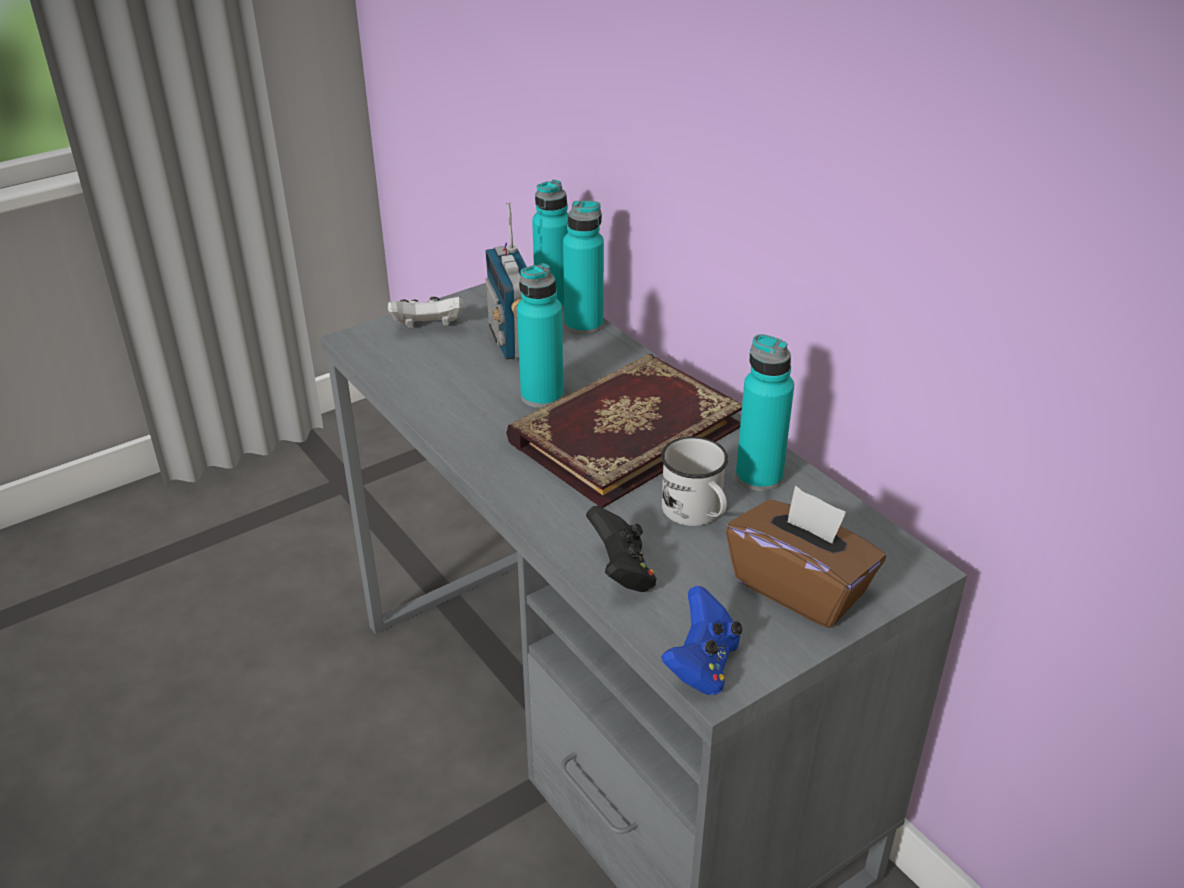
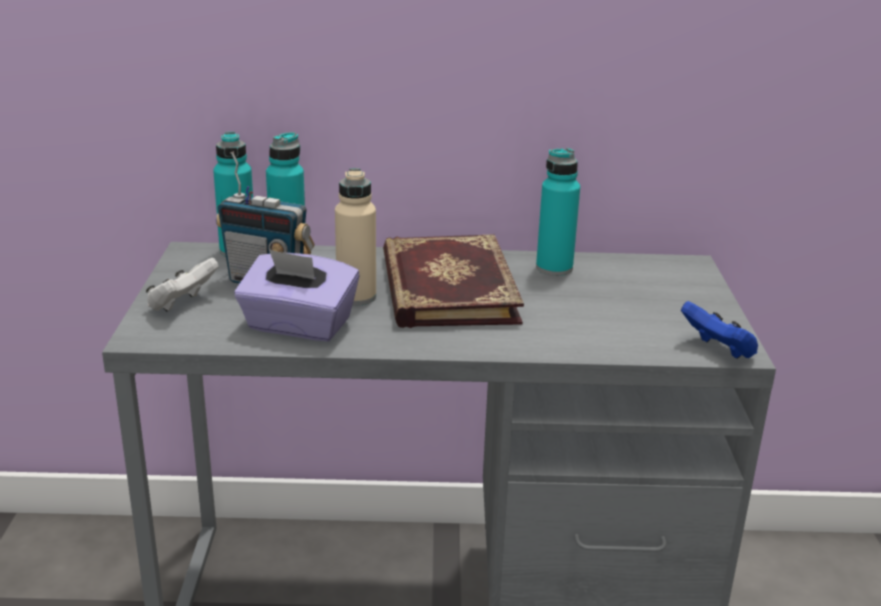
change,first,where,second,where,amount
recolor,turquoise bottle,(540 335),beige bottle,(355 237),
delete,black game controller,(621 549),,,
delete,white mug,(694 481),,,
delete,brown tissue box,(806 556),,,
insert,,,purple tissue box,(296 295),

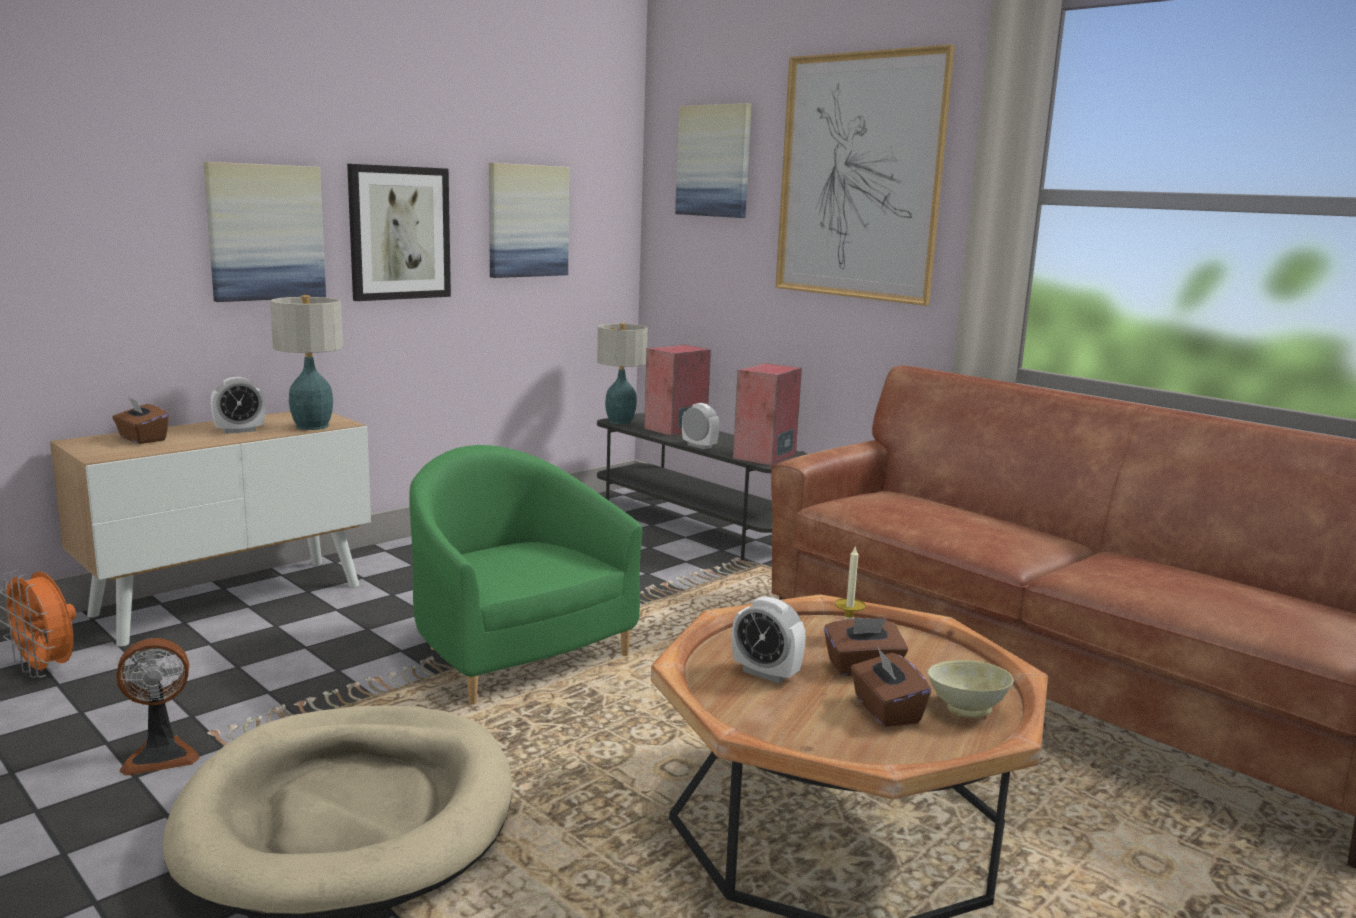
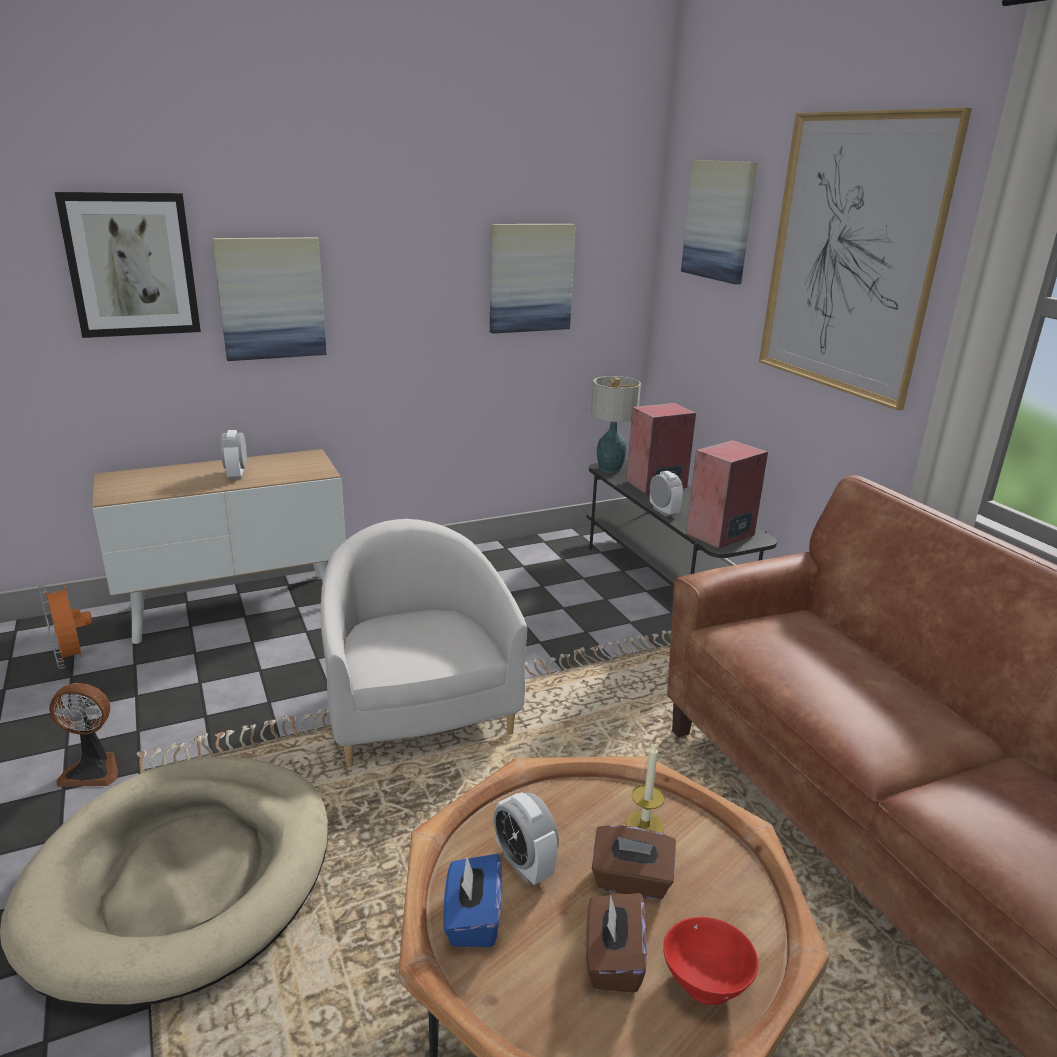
change,first,where,second,where,amount
delete,brown tissue box,(140 421),,,
rotate,alarm clock,(237 405),,(234 455),90 degrees clockwise
delete,table lamp,(306 362),,,
move,picture,(399 232),,(128 265),
recolor,green armchair,(525 574),white armchair,(424 643),
recolor,beige bowl,(971 689),red bowl,(711 961),
insert,,,blue tissue box,(472 900),

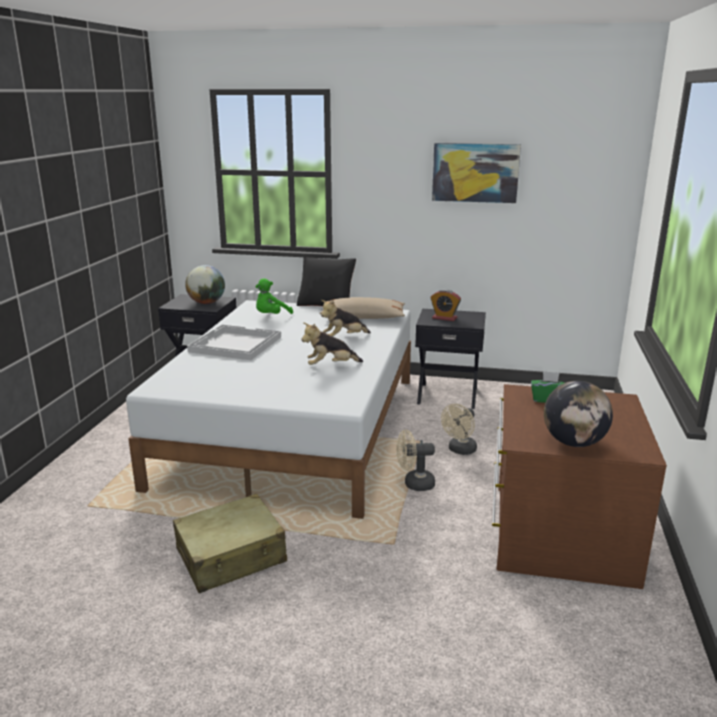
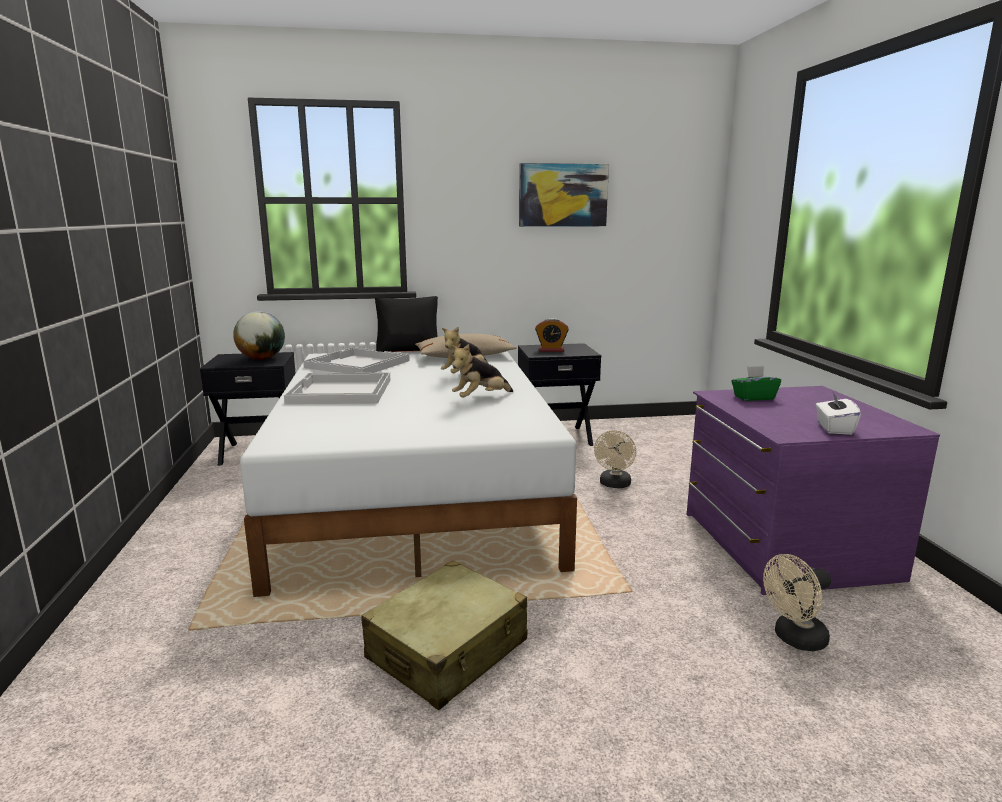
change,first,where,second,where,amount
replace,green plush toy,(274 296),white tray,(356 360),
move,beige fan,(415 460),,(797 602),
recolor,brown dresser,(579 486),purple dresser,(813 490),
replace,globe,(578 414),white tissue box,(838 413),

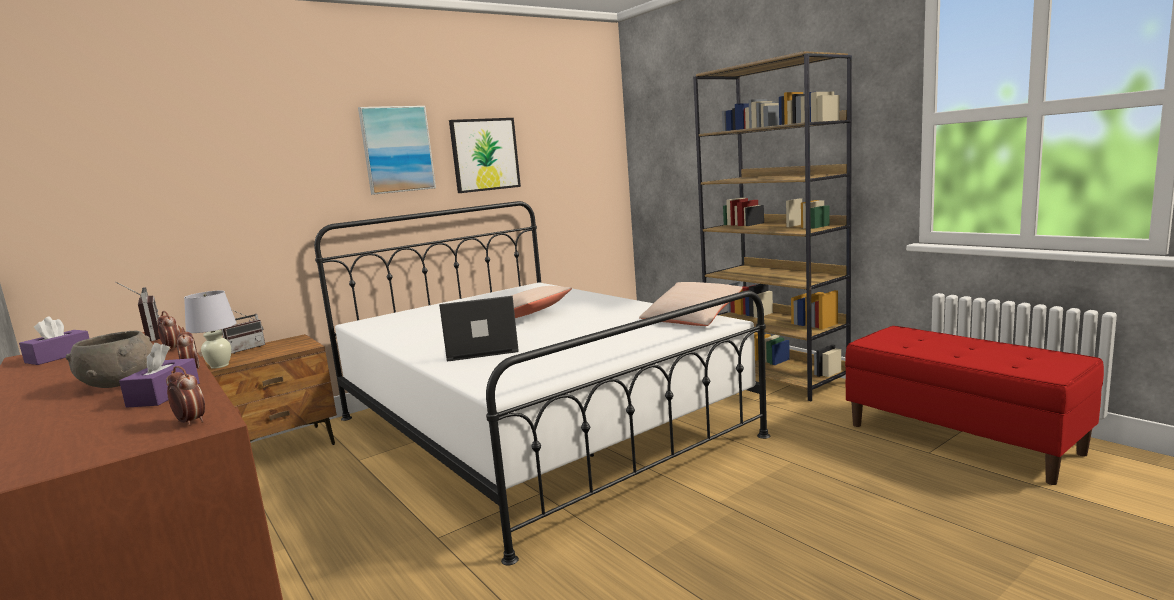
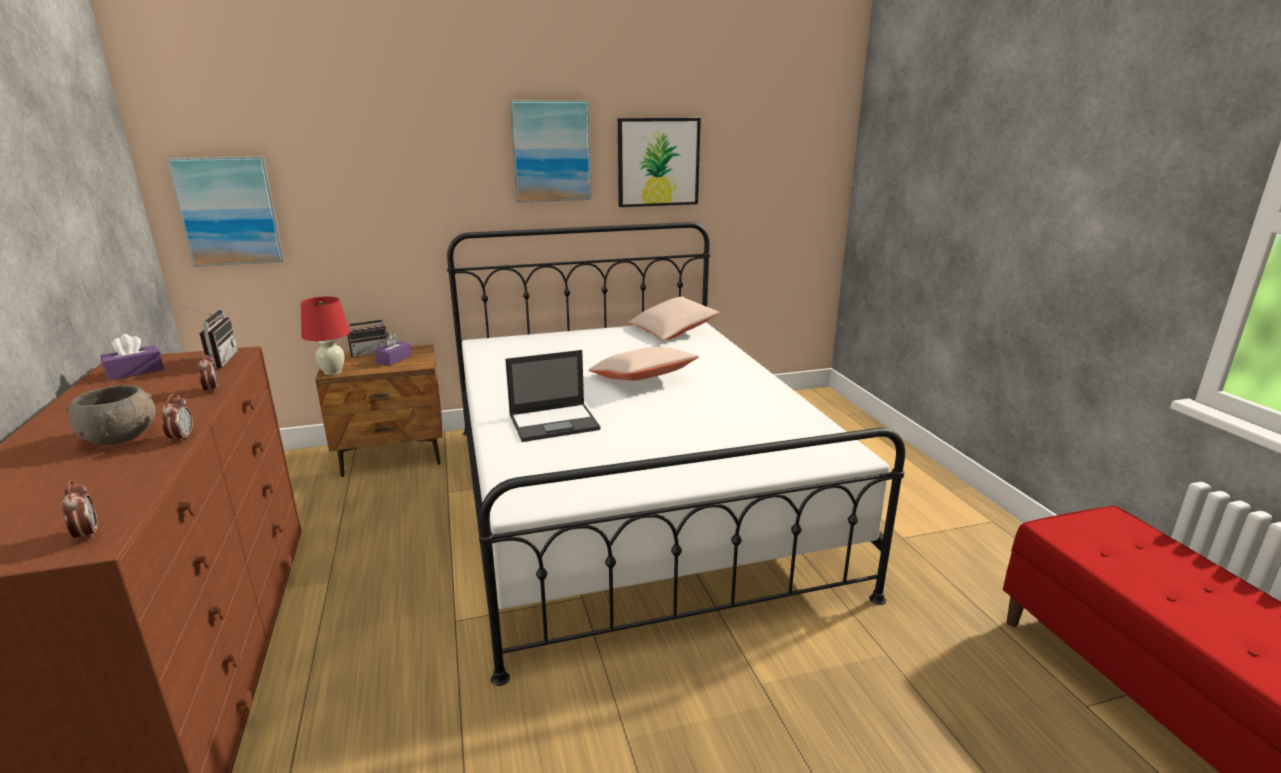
change,first,where,second,where,amount
move,purple tissue box,(159 375),,(393 350),
recolor,white table lamp,(210 330),red table lamp,(325 335),
rotate,laptop,(479 329),,(553 396),150 degrees clockwise
move,beige pillow,(691 304),,(674 318),
delete,brown bookcase,(772 226),,,
insert,,,picture,(225 211),

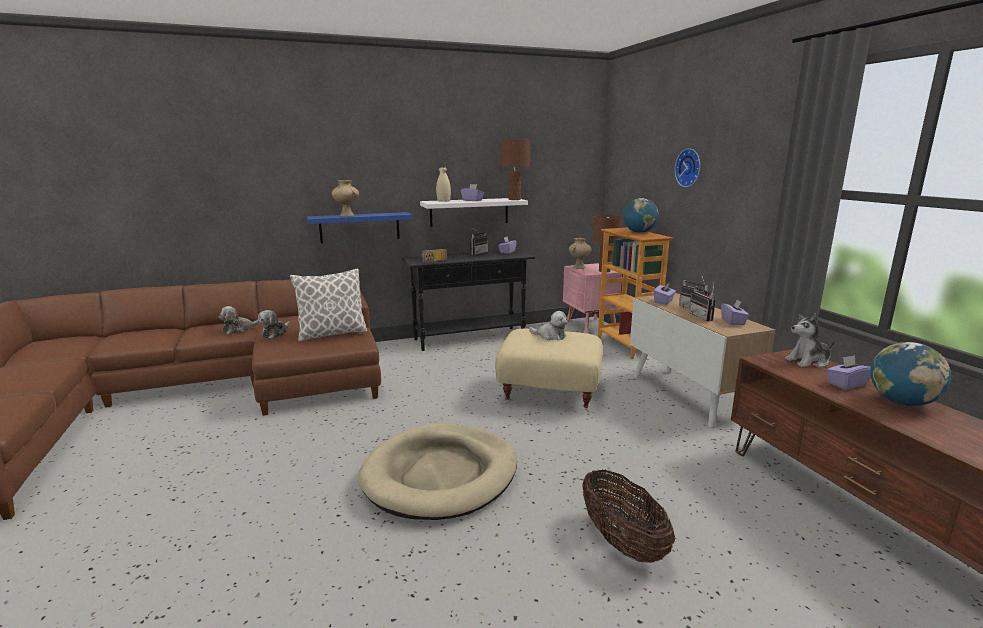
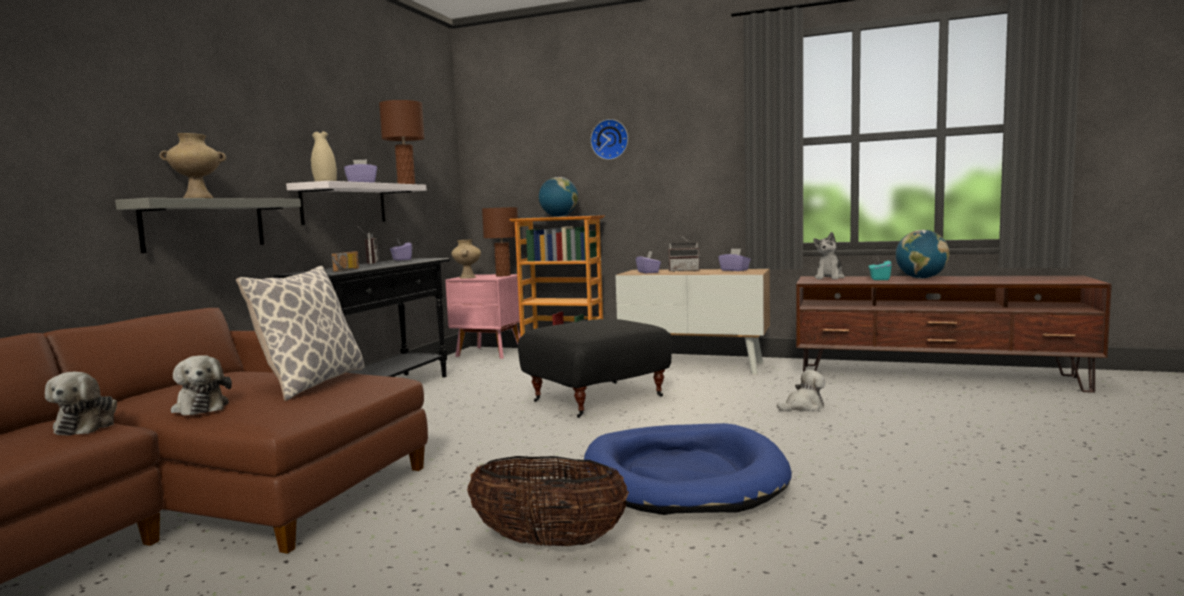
change,first,where,second,where,amount
recolor,blue shelf,(359 227),grey shelf,(208 225),
recolor,beige dog bed,(437 471),blue dog bed,(688 469),
recolor,beige ottoman,(549 370),black ottoman,(595 368),
move,plush toy,(548 325),,(801 390),
move,basket,(628 516),,(548 501),
delete,radio,(702 301),,,
recolor,purple tissue box,(849 372),turquoise tissue box,(880 267),

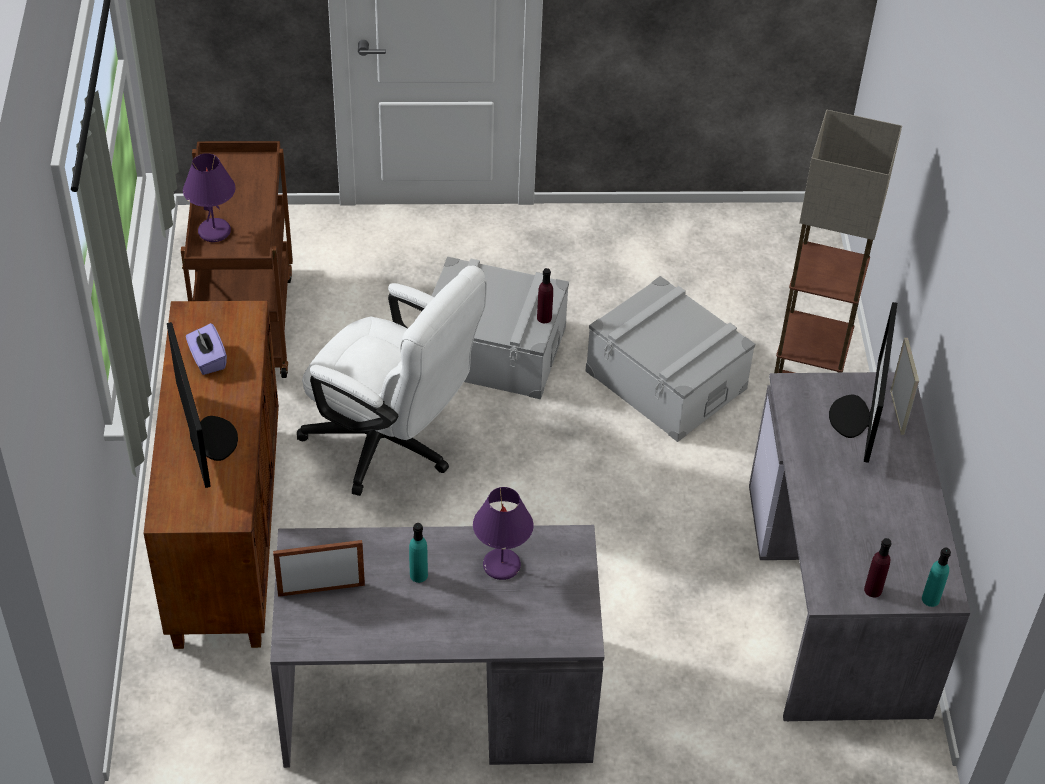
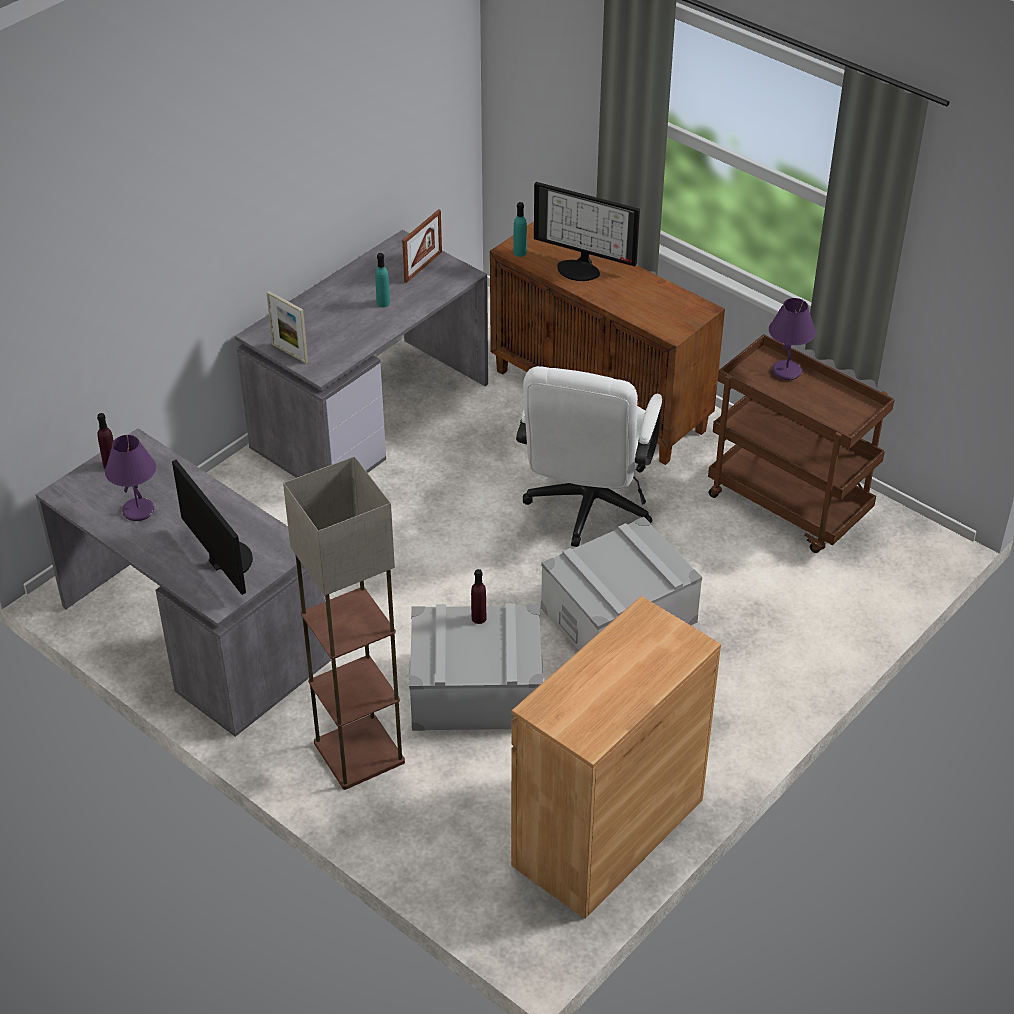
change,first,where,second,where,amount
delete,purple tissue box,(206 349),,,
rotate,white office chair,(392 381),,(589 456),60 degrees counterclockwise
move,purple table lamp,(503 533),,(130 478),
move,purple bottle,(545 295),,(479 596),
move,picture frame,(904 386),,(287 327),
move,turquoise bottle,(936 577),,(520 229),
insert,,,brown cabinet,(616 757),

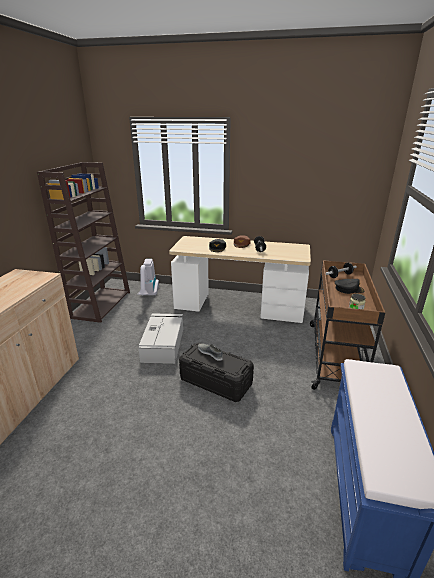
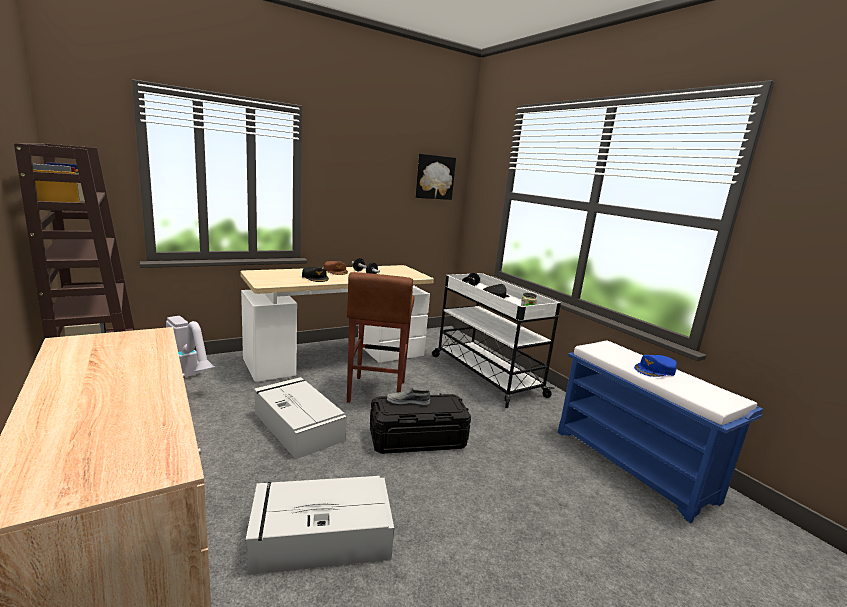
change,first,where,second,where,amount
recolor,brown cart,(347 325),white cart,(496 340),
insert,,,grey storage box,(320 525),
insert,,,brown stool,(380 337),
insert,,,picture,(436 177),
insert,,,blue cap,(655 366),

